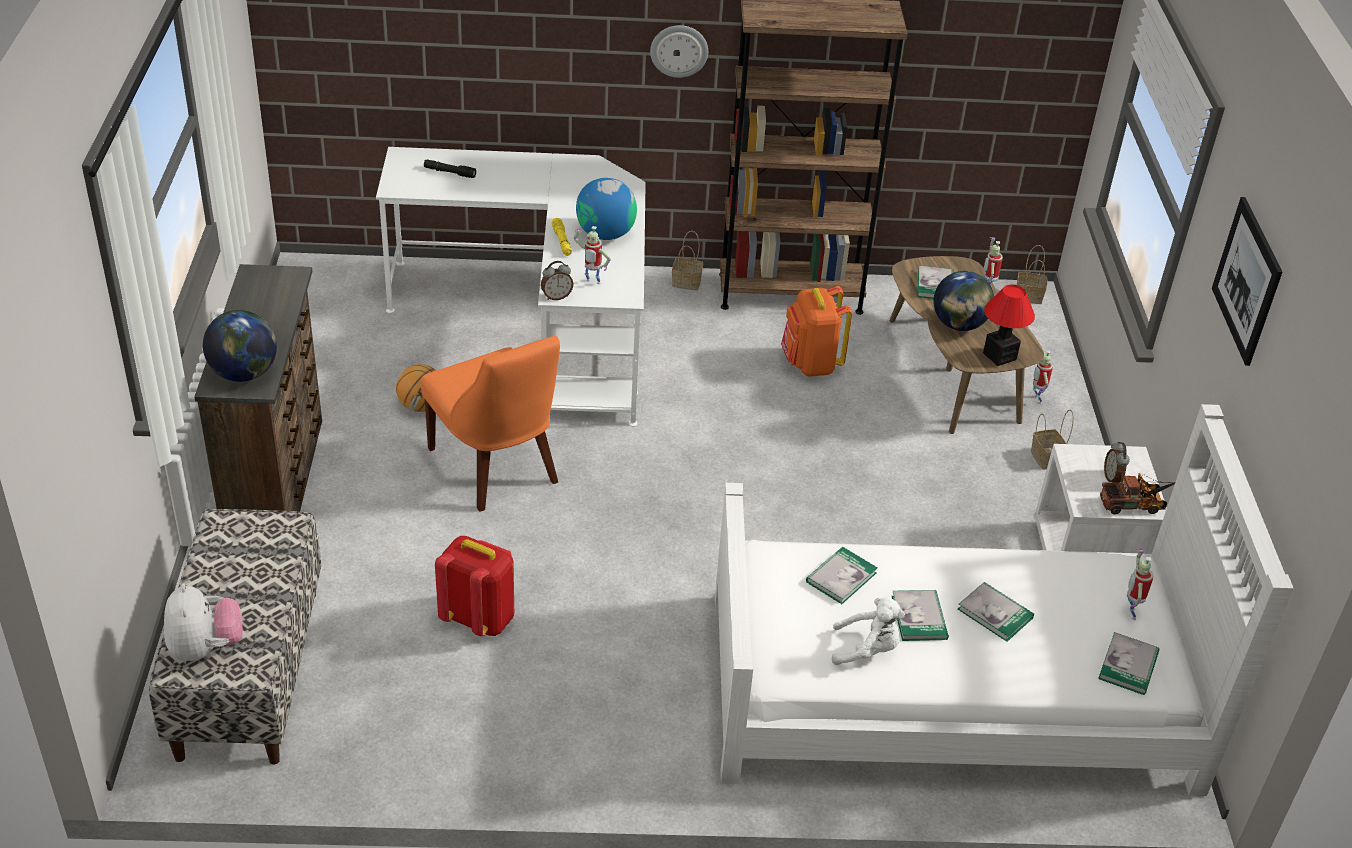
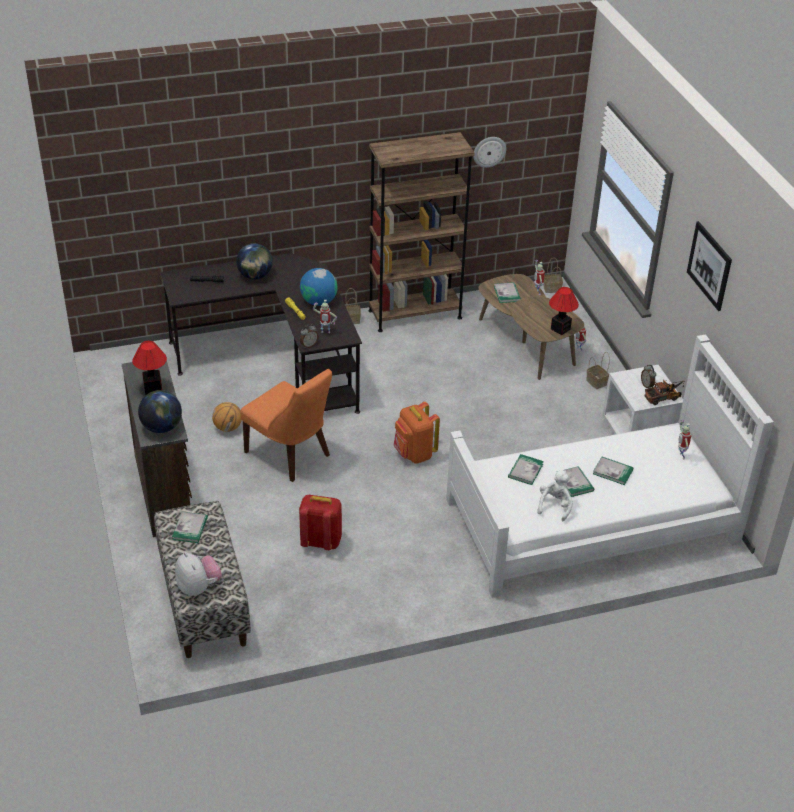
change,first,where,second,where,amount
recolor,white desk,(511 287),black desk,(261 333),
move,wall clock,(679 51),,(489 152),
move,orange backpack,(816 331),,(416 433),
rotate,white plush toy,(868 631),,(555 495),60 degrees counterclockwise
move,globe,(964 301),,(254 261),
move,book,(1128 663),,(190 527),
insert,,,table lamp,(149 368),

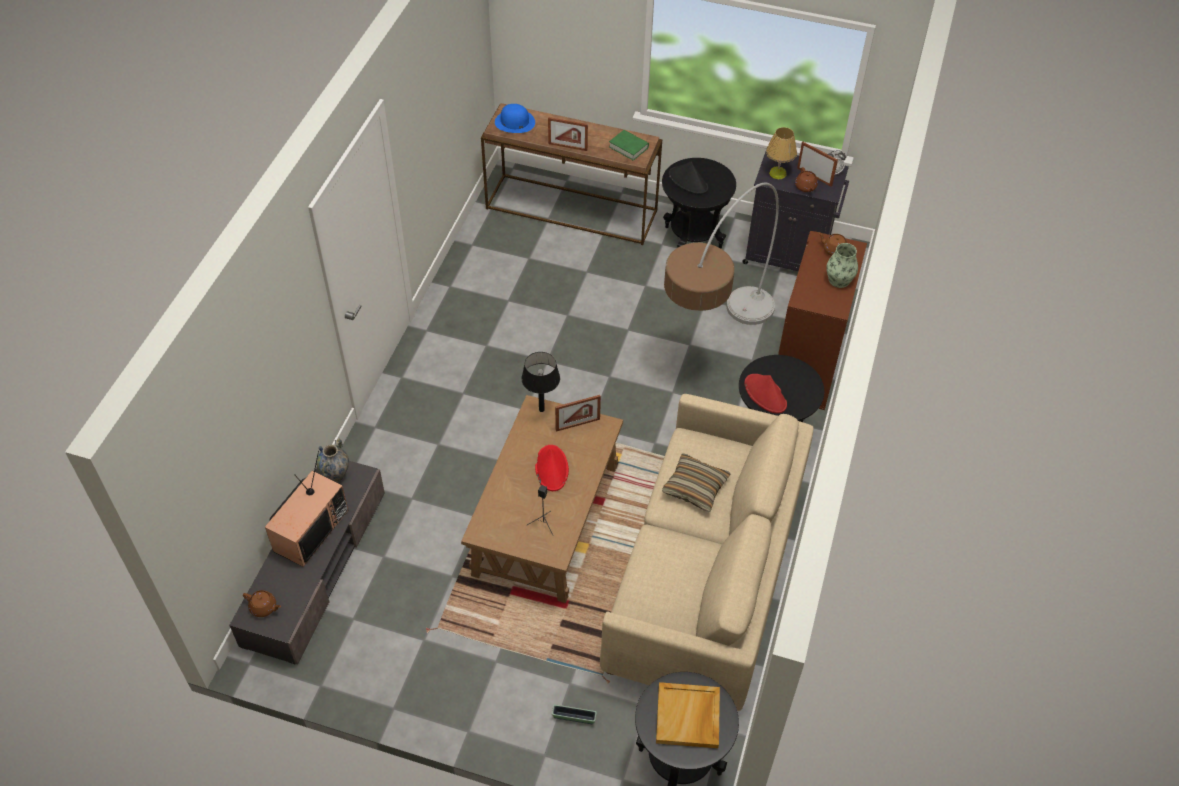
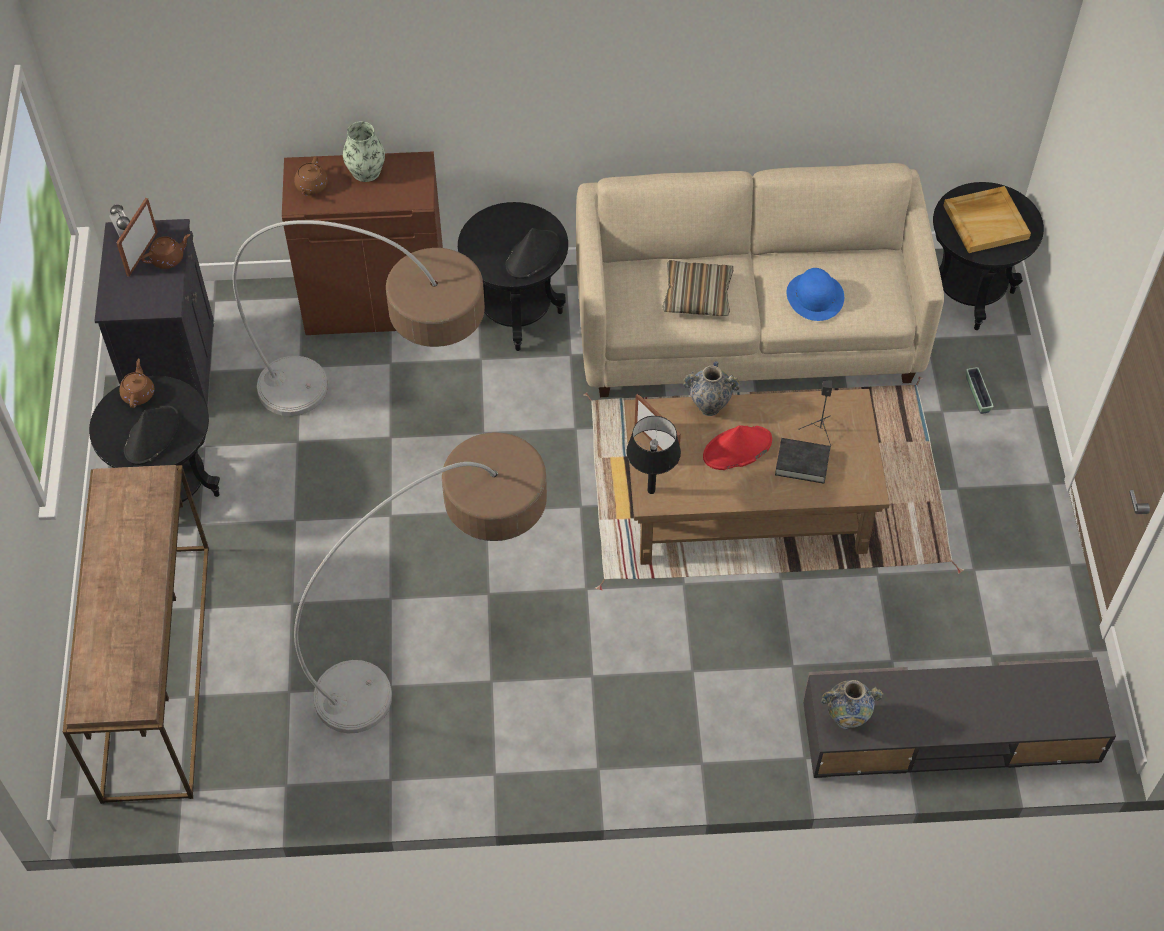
change,first,where,second,where,amount
move,brown teapot,(262 603),,(136 383),
delete,television,(306 509),,,
move,blue hat,(515 118),,(815 294),
delete,picture frame,(568 134),,,
delete,green book,(629 145),,,
recolor,red hat,(765 394),black hat,(532 253),
delete,table lamp,(781 153),,,
insert,,,floor lamp,(420 582),
insert,,,vase,(711 388),
insert,,,black book,(803 461),

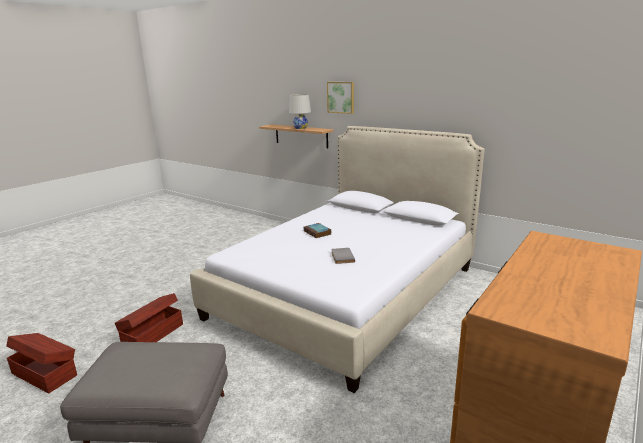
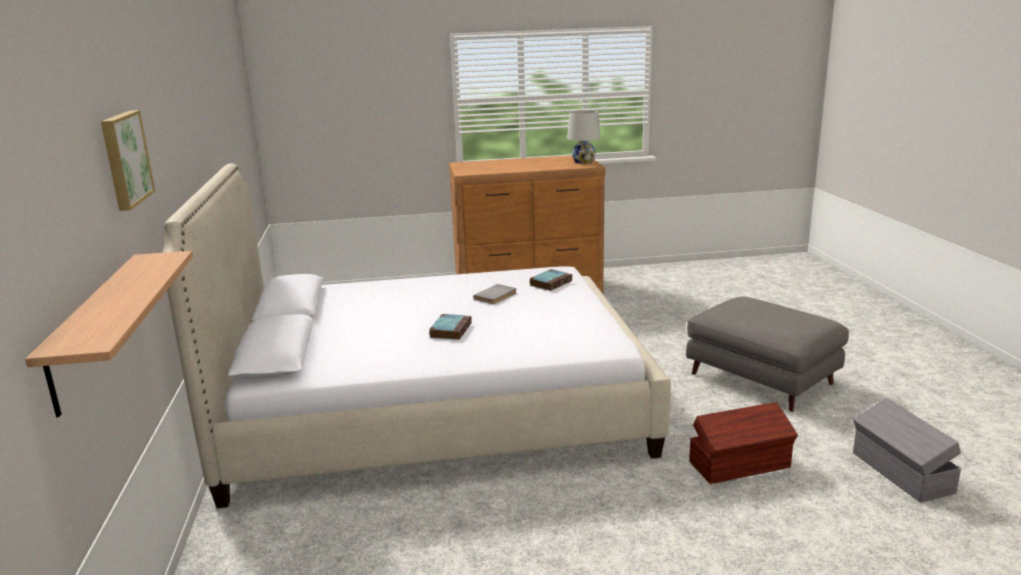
change,first,where,second,where,amount
recolor,brown storage box,(41 363),grey storage box,(907 450),
move,white table lamp,(300 111),,(584 136),
insert,,,book,(550 280),

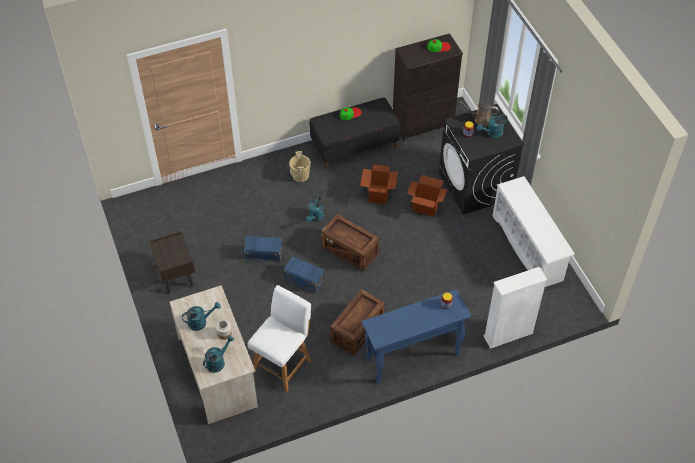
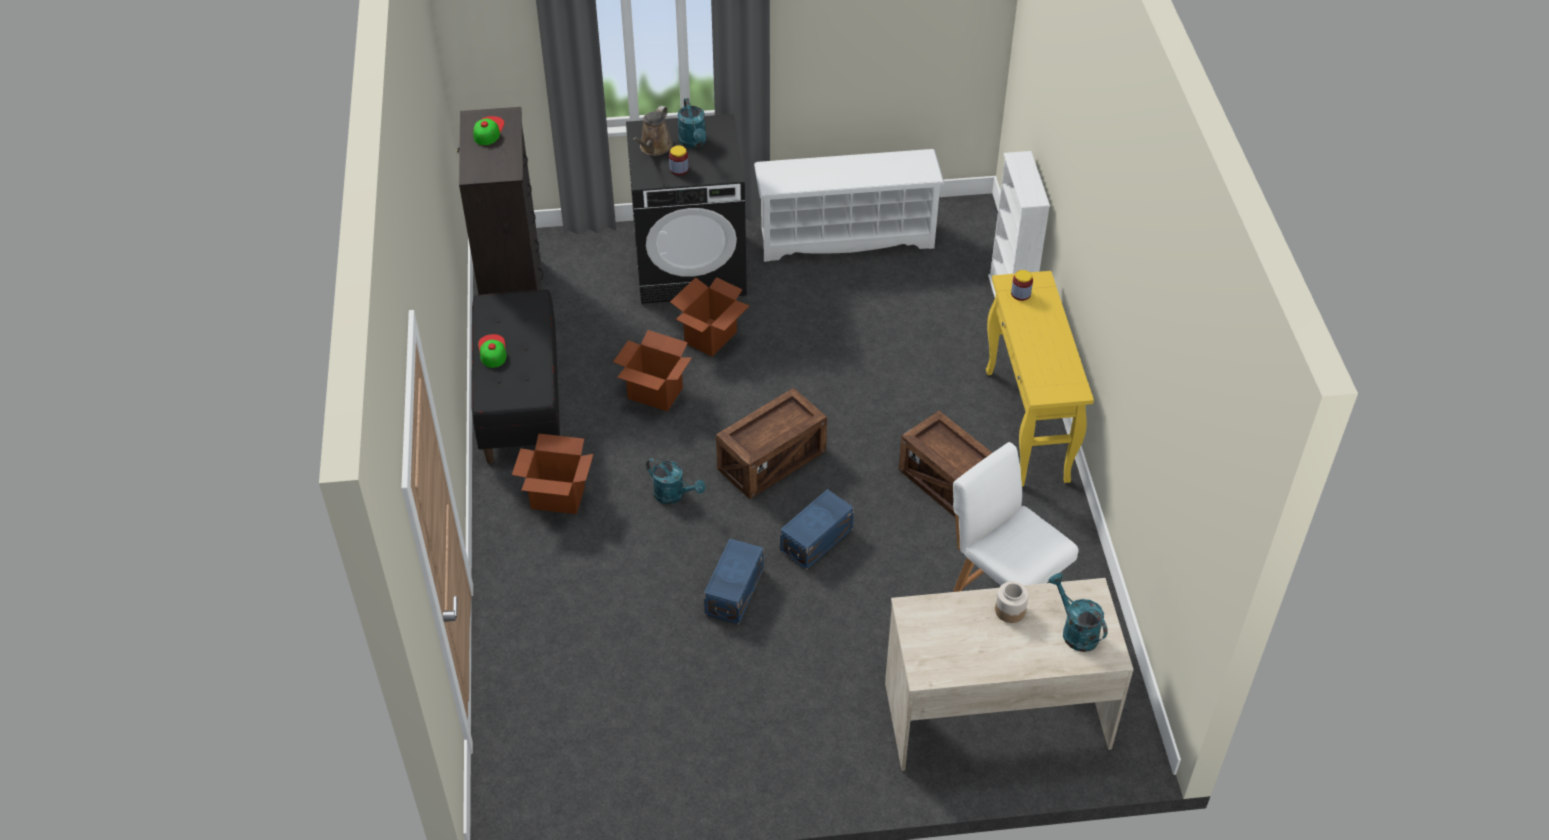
change,first,where,second,where,amount
delete,brown nightstand,(172 262),,,
delete,turquoise watering can,(201 316),,,
replace,beige bucket,(300 166),cardboard box,(553 473),
recolor,blue console table,(417 336),yellow console table,(1040 379),

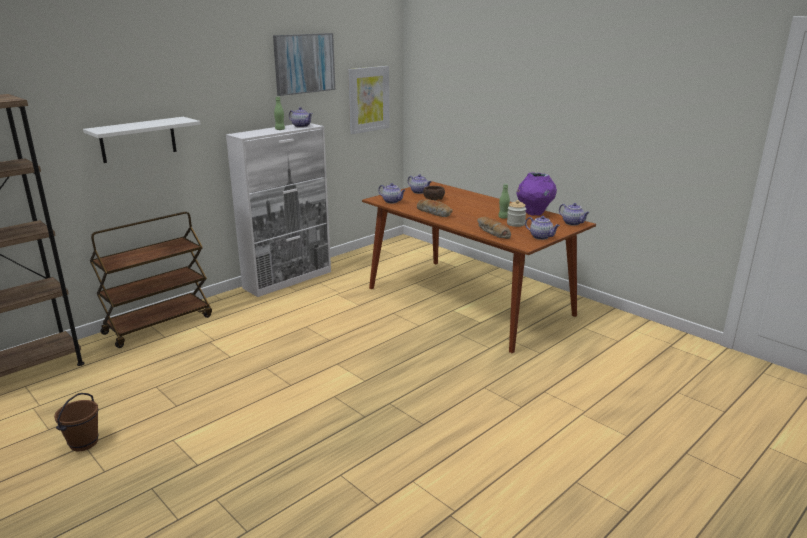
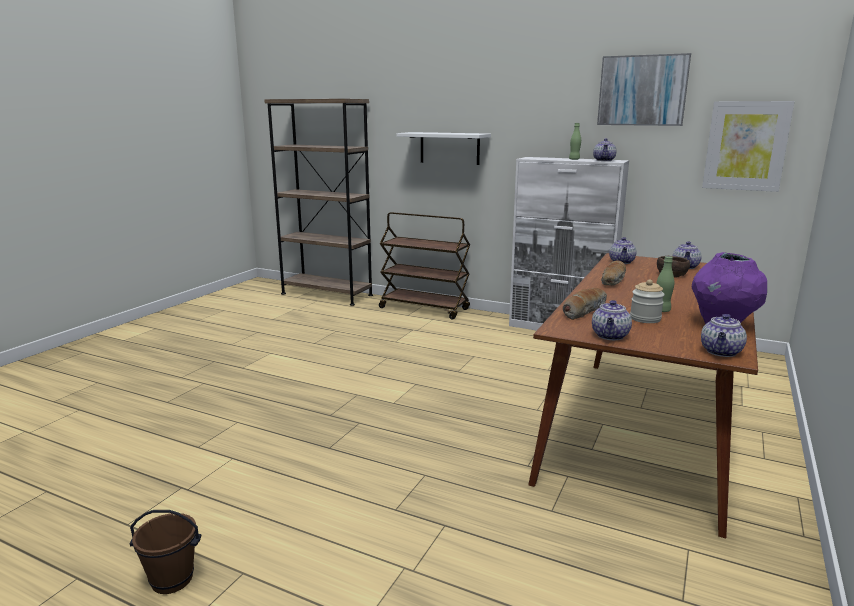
change,first,where,second,where,amount
move,brown bucket,(76 422),,(165 552),

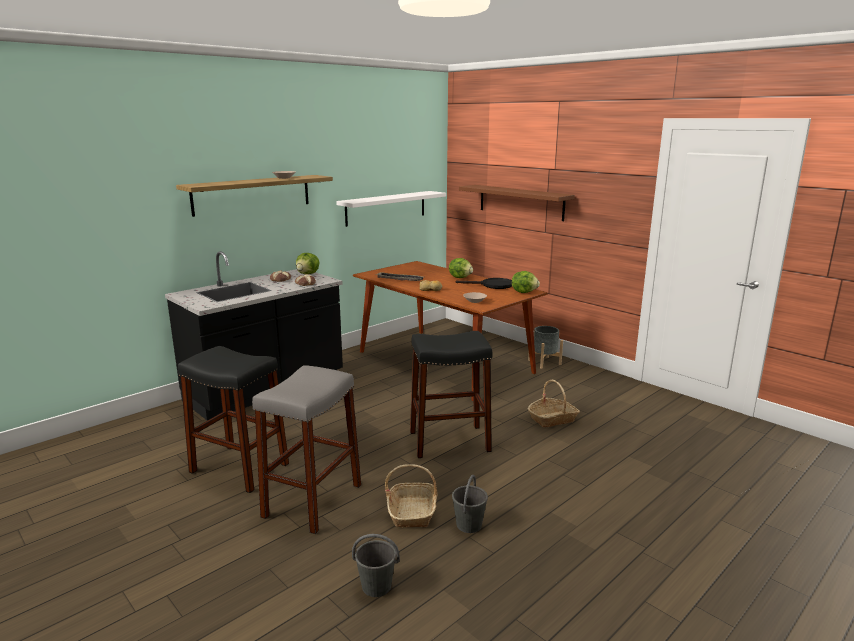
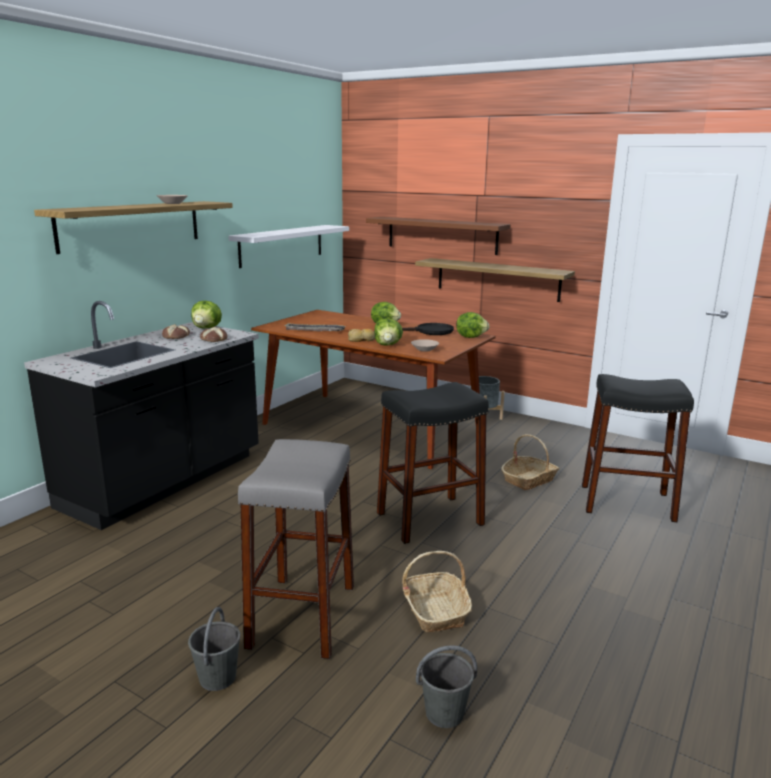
change,first,where,second,where,amount
move,black stool,(233 419),,(638 448),
move,grey bucket,(470 504),,(214 649),
insert,,,lettuce,(388 332),
insert,,,shelf,(495 280),

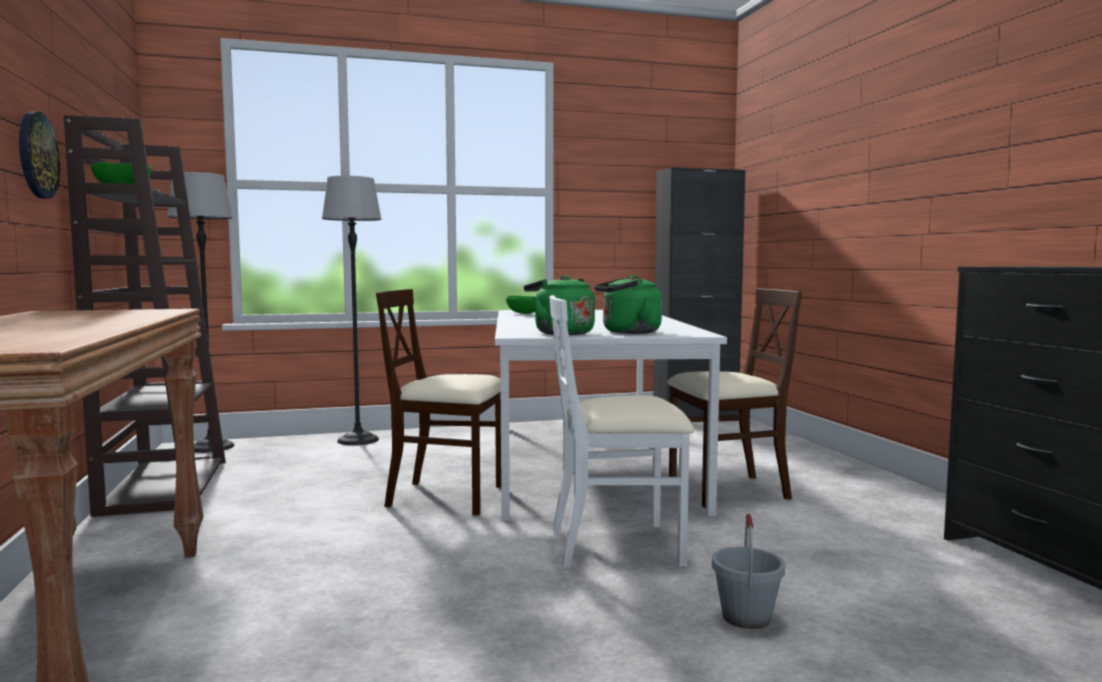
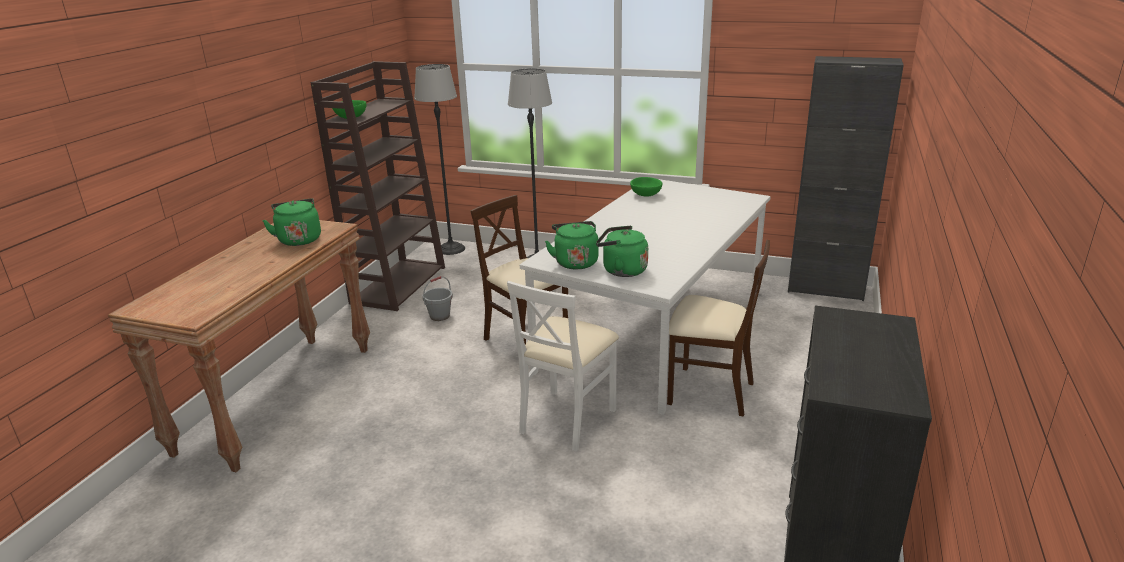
change,first,where,second,where,amount
delete,wall clock,(39 155),,,
rotate,white chair,(621 431),,(563 366),90 degrees counterclockwise
move,grey bucket,(748 571),,(438 298),
insert,,,green kettle,(291 222),

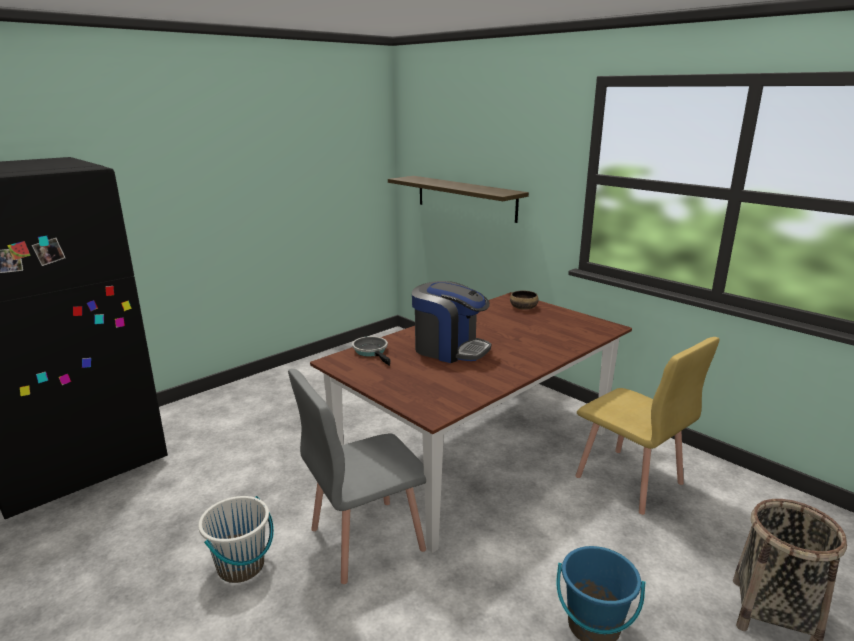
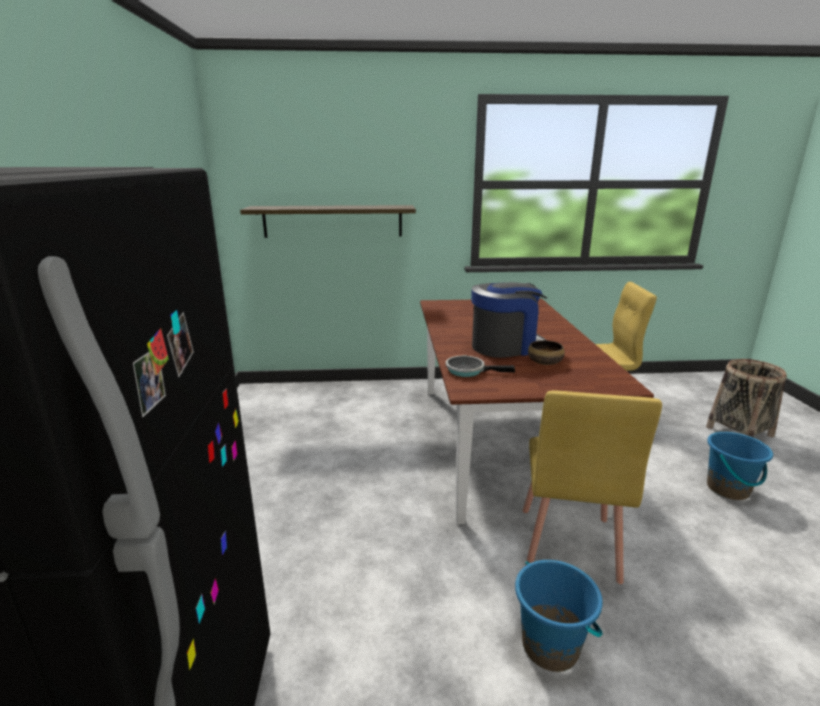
change,first,where,second,where,amount
recolor,white bucket,(236 539),blue bucket,(559 616),
recolor,grey chair,(357 476),yellow chair,(592 487),
move,bowl,(524 300),,(546 352),

